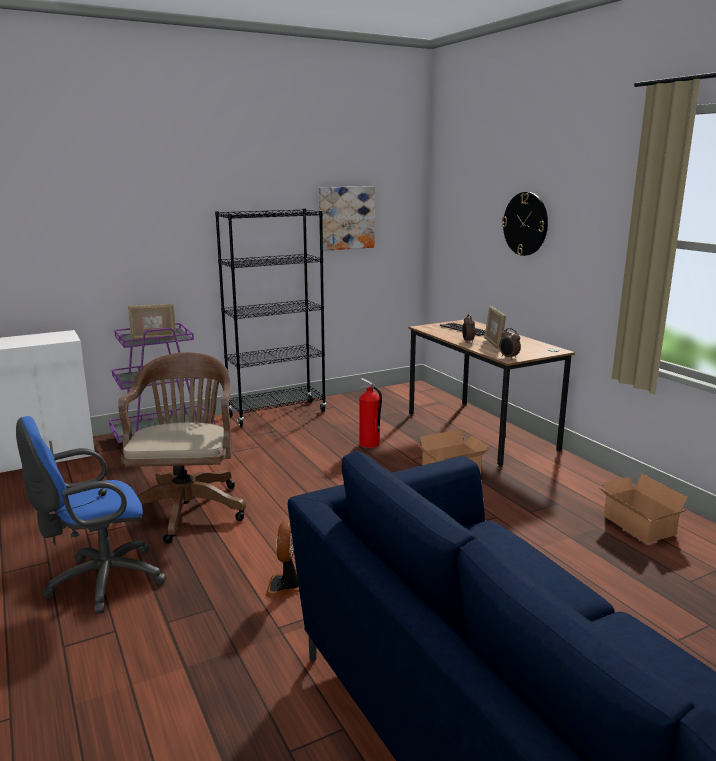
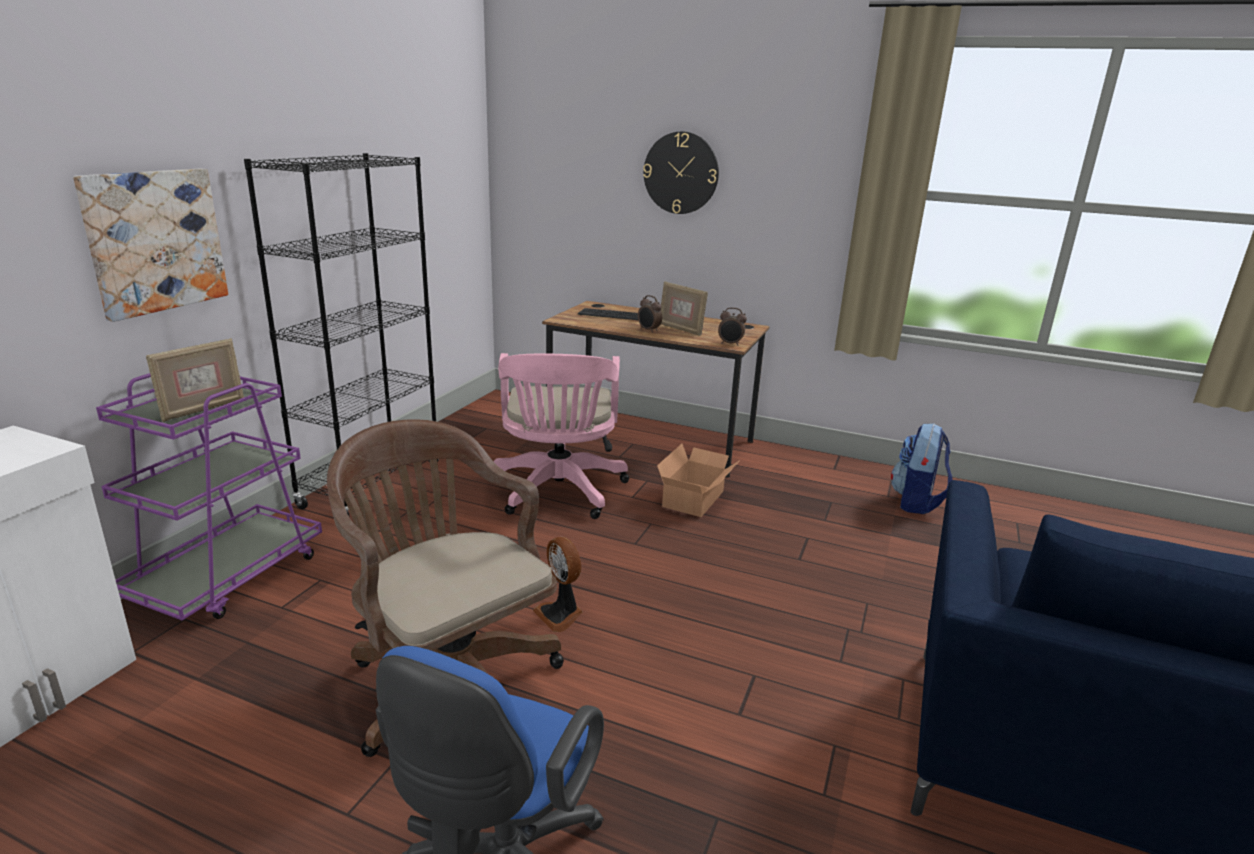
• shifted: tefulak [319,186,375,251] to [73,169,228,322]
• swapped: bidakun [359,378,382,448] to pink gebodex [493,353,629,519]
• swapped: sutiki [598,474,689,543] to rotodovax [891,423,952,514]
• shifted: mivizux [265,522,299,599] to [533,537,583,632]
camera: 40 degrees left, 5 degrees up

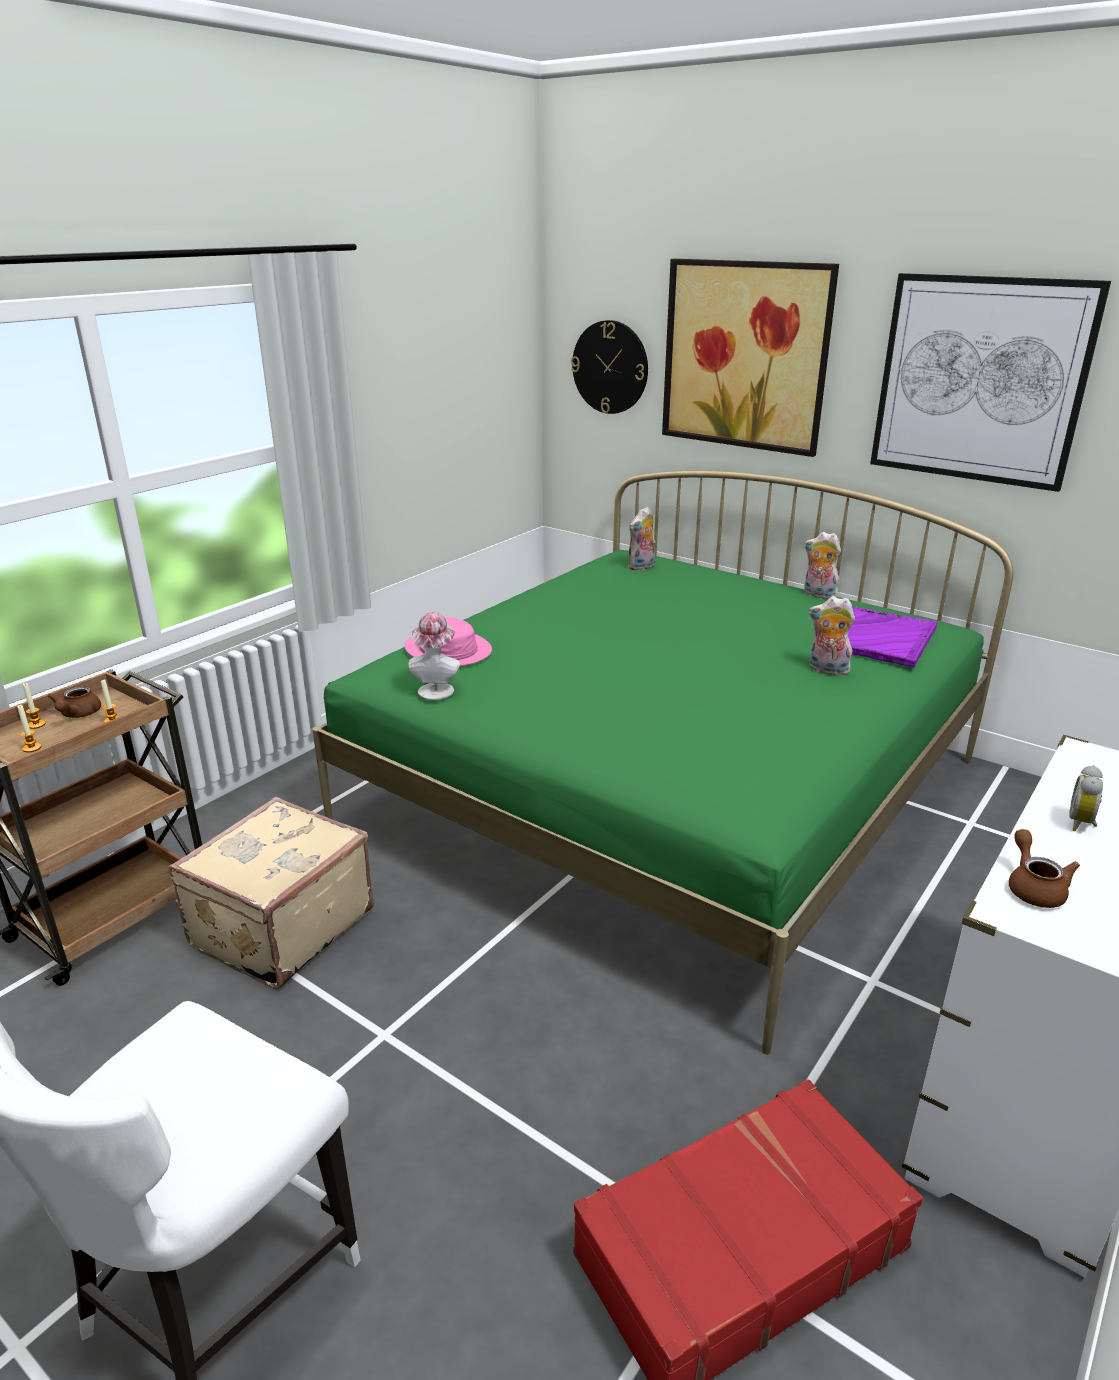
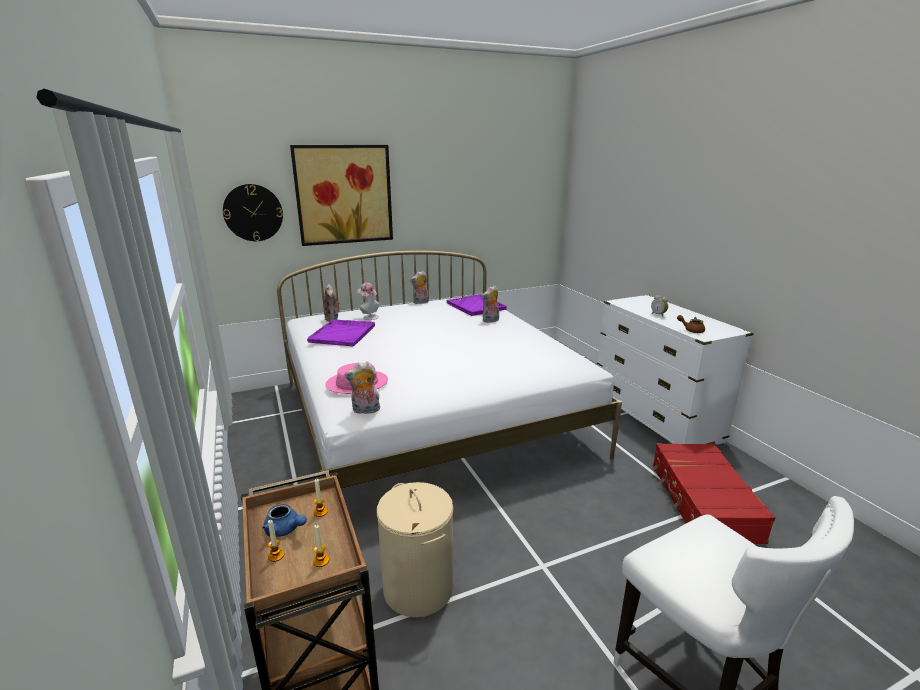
• gone: tefulak [870,273,1111,492]
• repainted: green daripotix [312,470,1013,1054] to white daripotix [277,251,622,488]
• shifted: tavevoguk [408,612,461,700] to [357,283,380,320]
• repainted: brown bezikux [47,686,101,718] to blue bezikux [262,503,307,537]
• swapped: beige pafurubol [168,797,374,989] to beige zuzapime [377,482,453,617]
• new: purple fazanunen [307,319,375,346]
• new: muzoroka [344,361,380,414]
camera: 60 degrees left, 5 degrees down

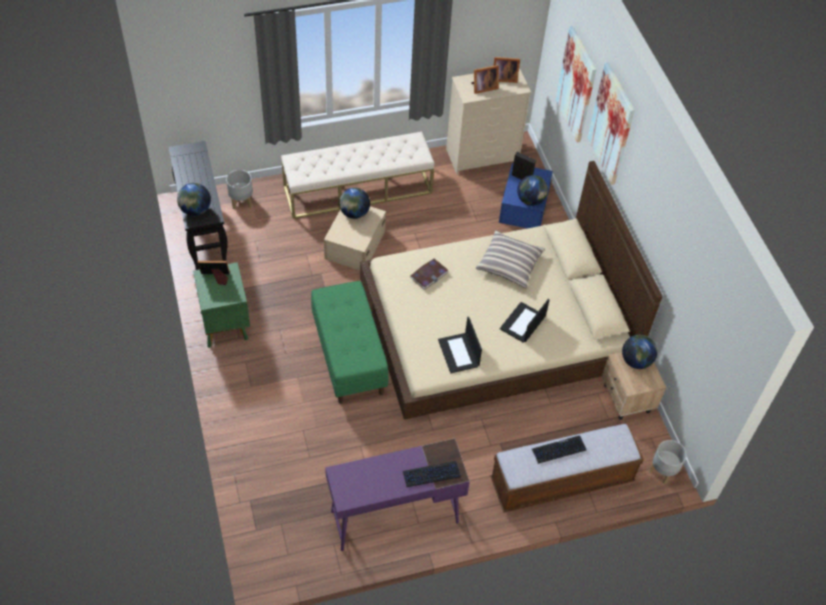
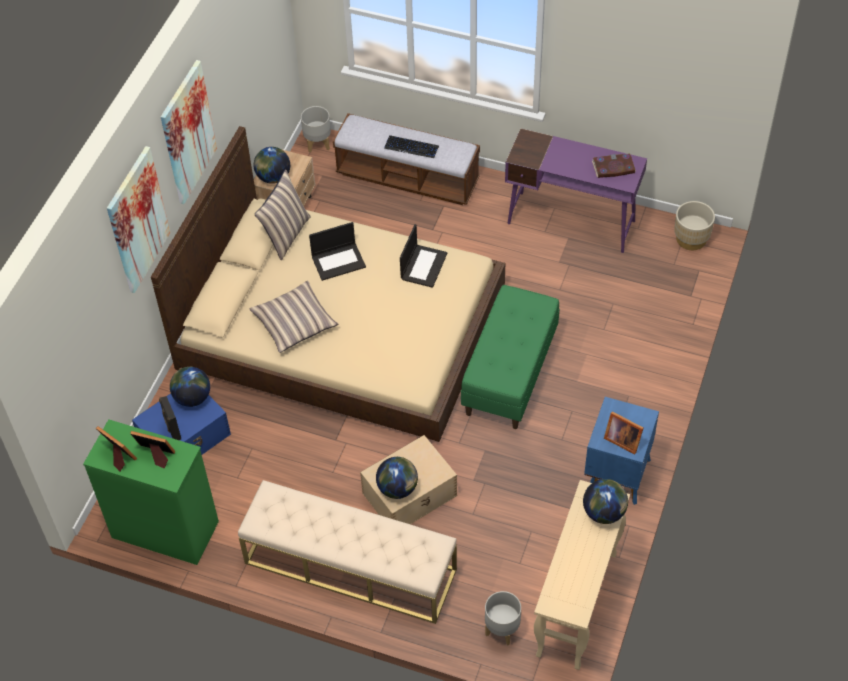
• shifted: tefulak [556,26,597,143] to [161,60,217,204]
• repainted: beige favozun [446,68,531,175] to green favozun [83,419,219,565]
• repainted: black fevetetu [168,141,228,270] to beige fevetetu [534,480,630,670]
• shifted: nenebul [410,259,448,290] to [592,153,636,178]
• repainted: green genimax [193,262,250,348] to blue genimax [584,397,659,505]
• gone: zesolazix [403,461,461,487]
• new: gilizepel [255,170,311,260]
• new: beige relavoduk [674,201,715,250]
camera: 140 degrees left, 0 degrees up

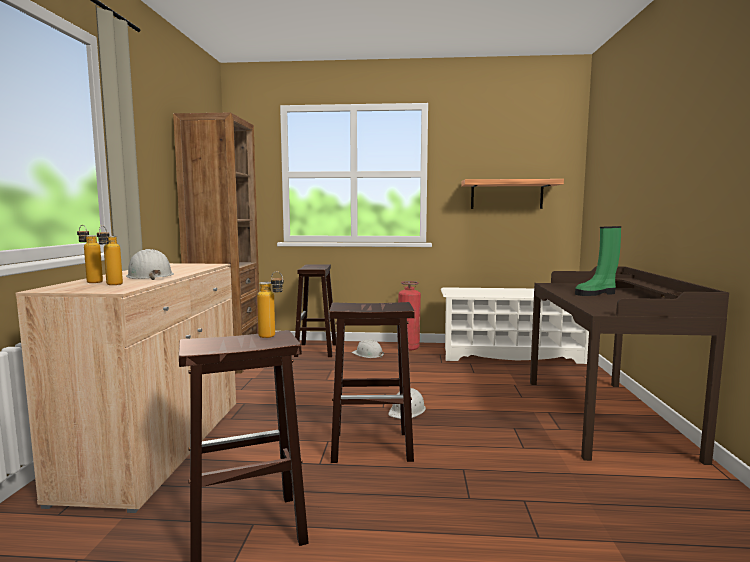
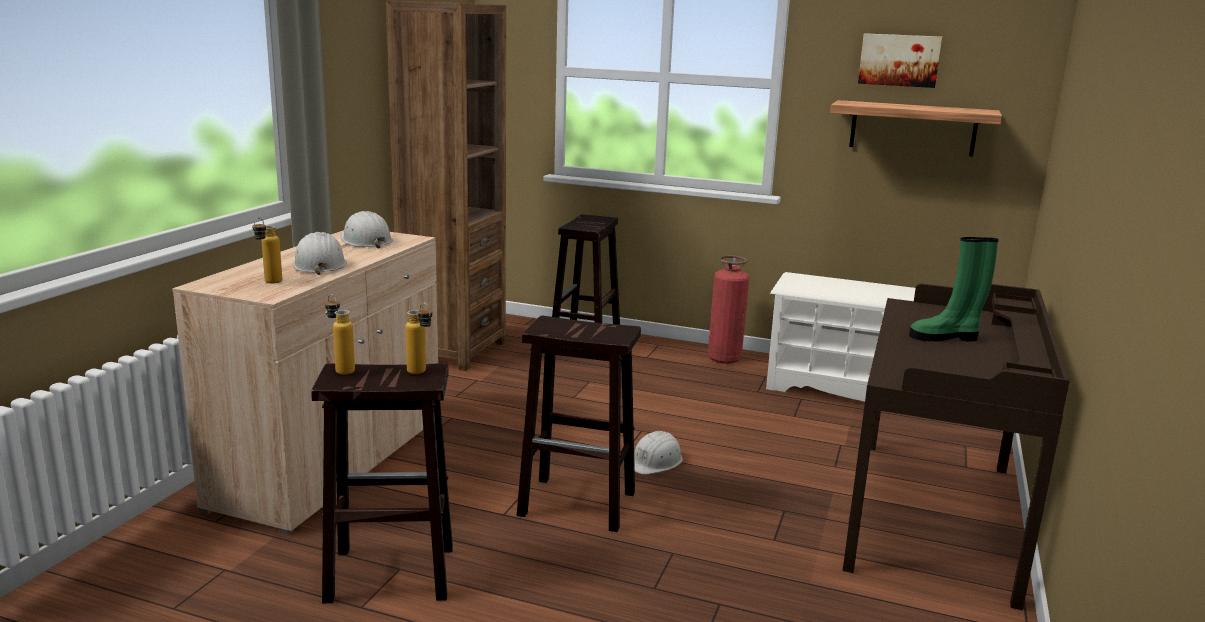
• shifted: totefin [77,225,103,283] to [325,294,355,375]
• shifted: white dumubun [352,339,384,358] to [340,211,393,248]
• new: tefulak [858,33,942,88]
camera: 15 degrees right, 10 degrees up

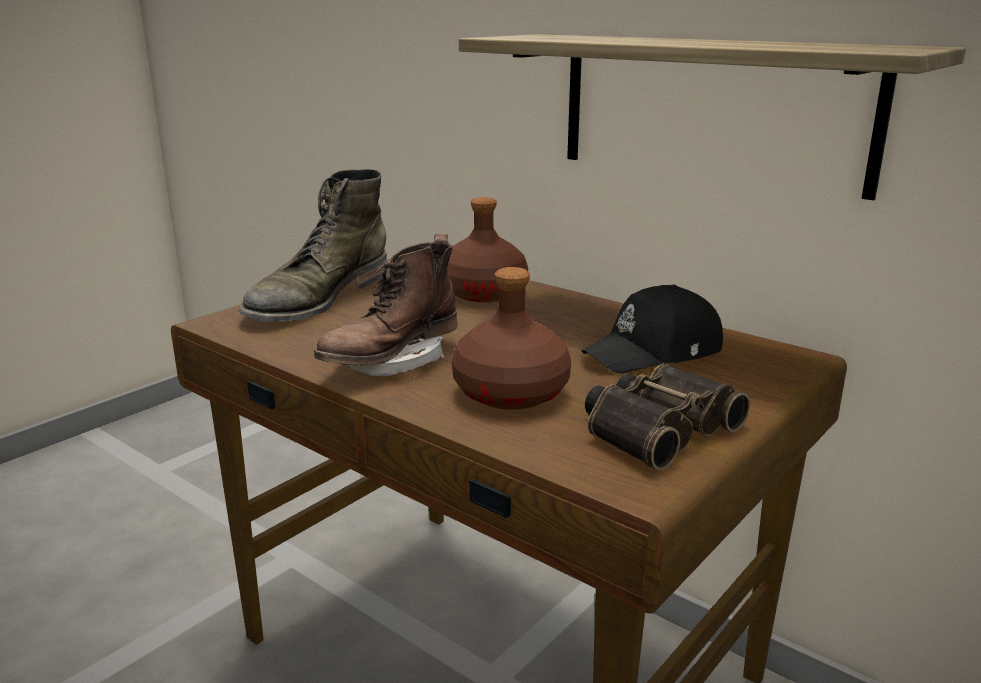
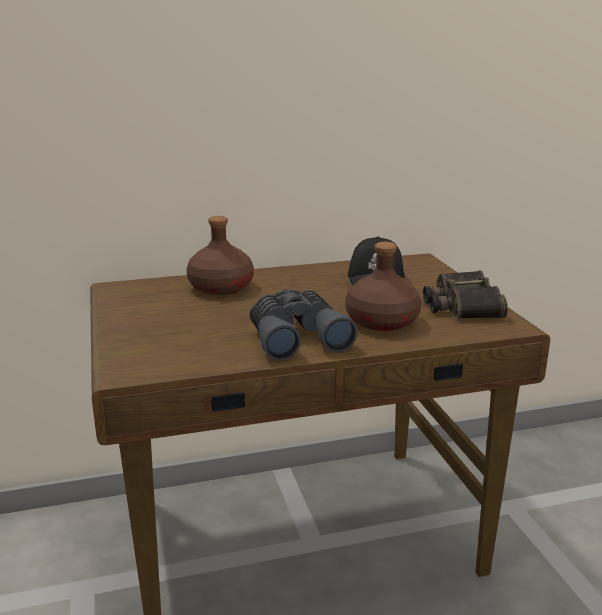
• gone: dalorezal [459,34,966,200]
• gone: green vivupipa [238,169,387,322]
• swapped: brown vivupipa [314,234,458,376] to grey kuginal [249,289,358,361]
camera: 55 degrees left, 0 degrees up

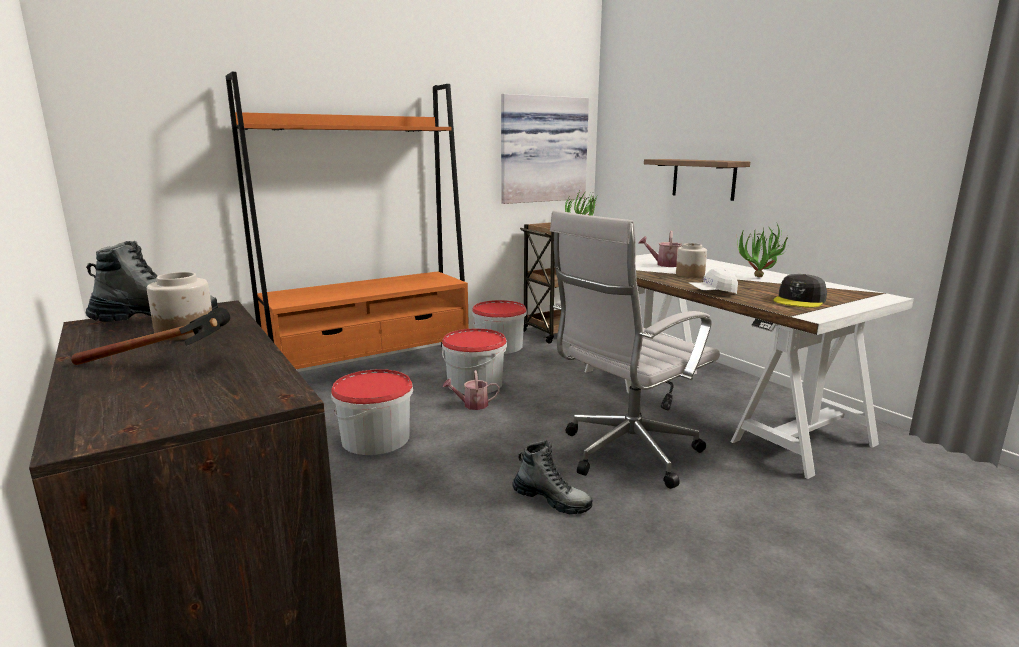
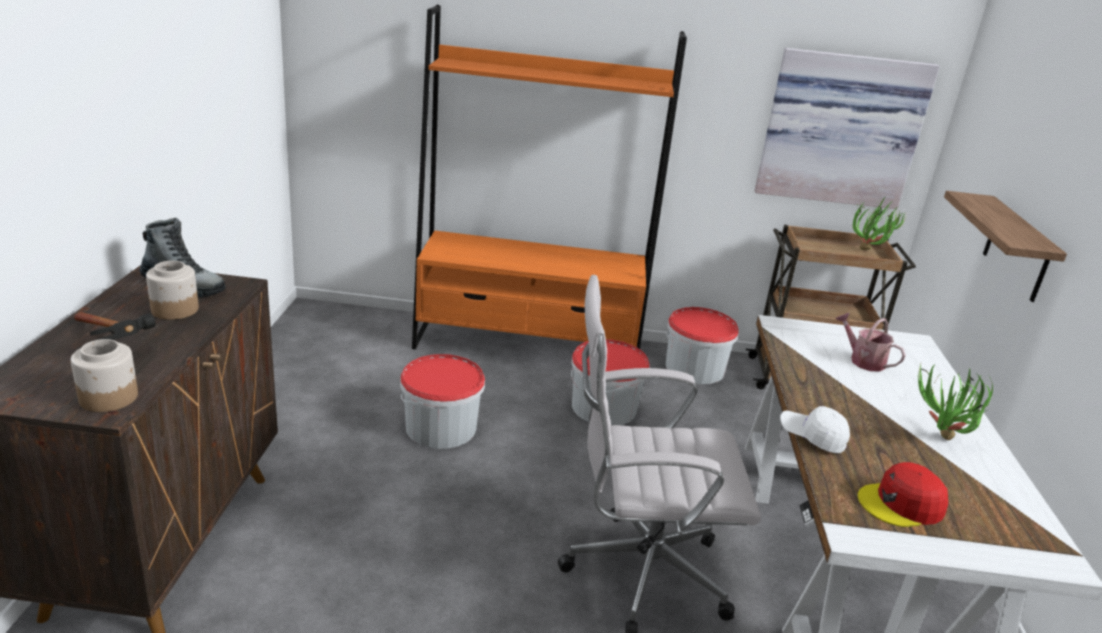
• shifted: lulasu [676,243,707,278] to [71,339,138,412]
• repainted: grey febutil [773,274,827,308] to red febutil [858,462,948,527]
• gone: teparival [443,370,500,410]
• gone: vivupipa [512,440,593,514]
camera: 35 degrees right, 10 degrees up

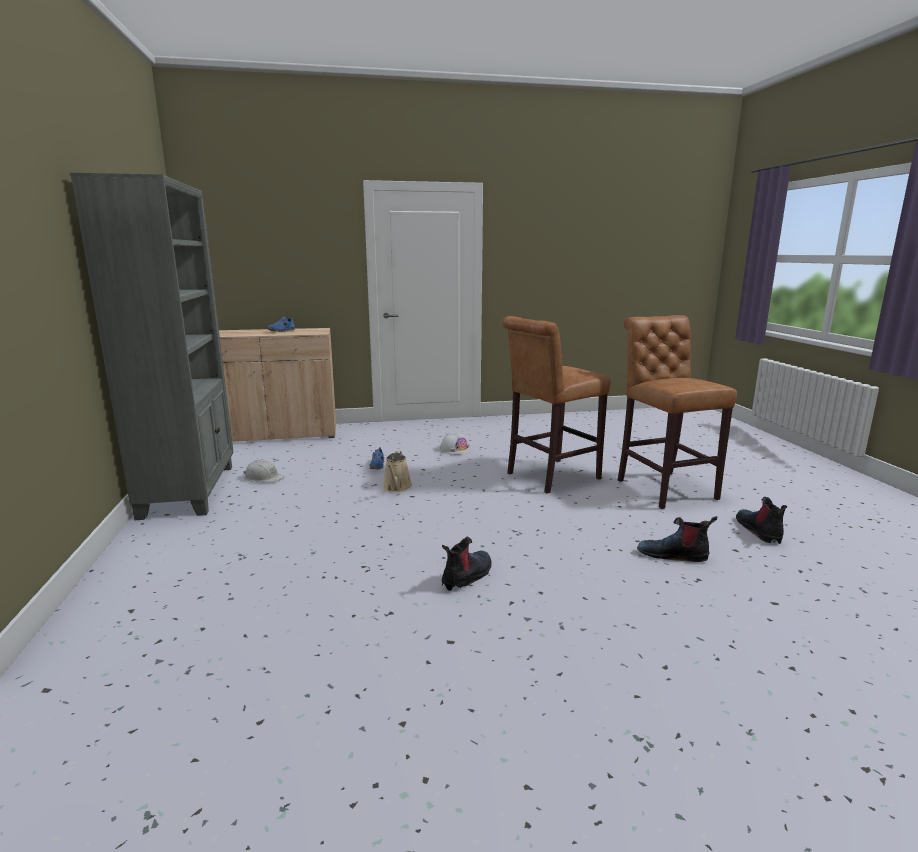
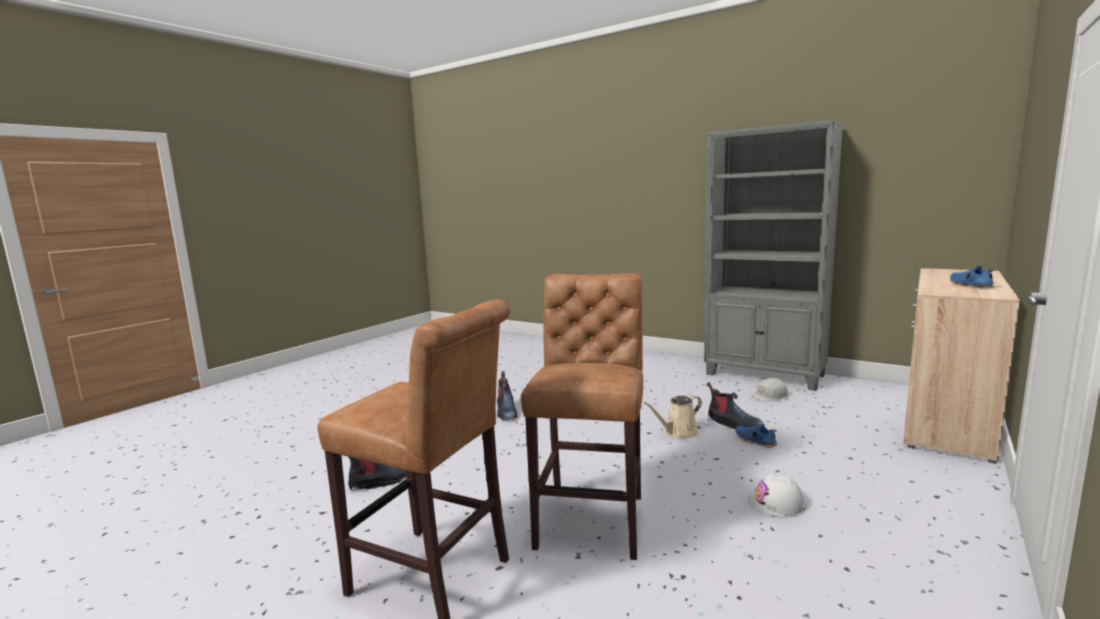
• rotated: beige teparival [382,451,412,492] = [644,396,702,438] 75 degrees counterclockwise
• shifted: vivupipa [736,497,788,544] to [707,382,763,429]
camera: 135 degrees right, 5 degrees down

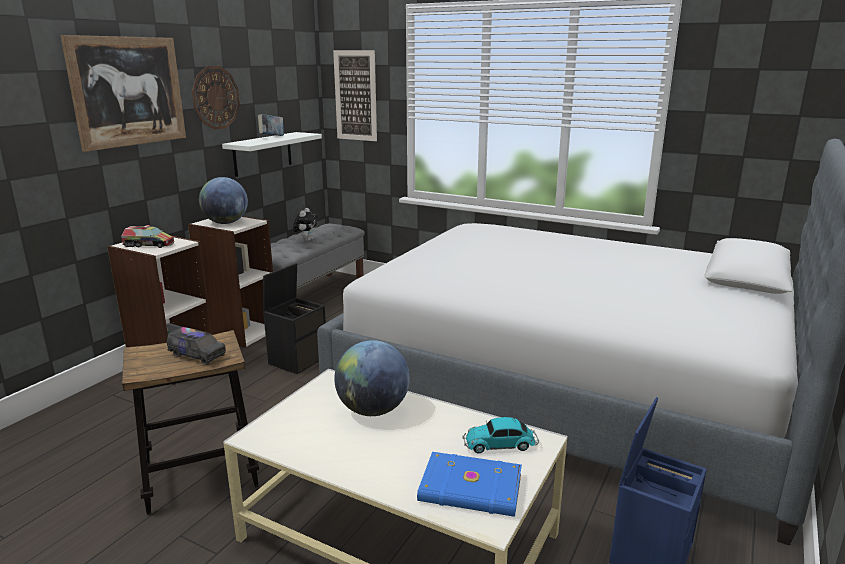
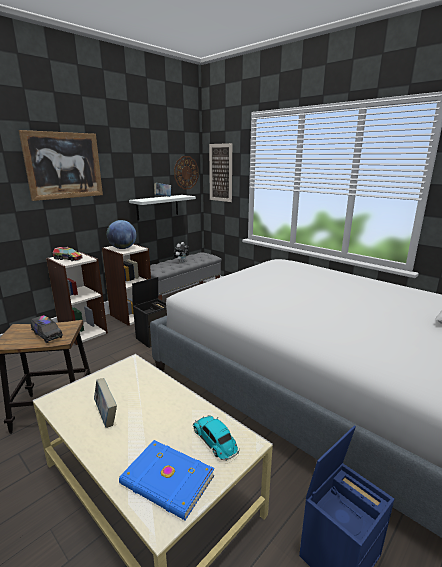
• shifted: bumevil [192,66,240,130] to [174,156,199,190]
• gone: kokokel [334,340,410,416]
• rotated: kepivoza [463,417,539,453] = [193,415,240,461] 45 degrees clockwise
• new: nenebul [94,378,117,428]
camera: 15 degrees right, 0 degrees up

